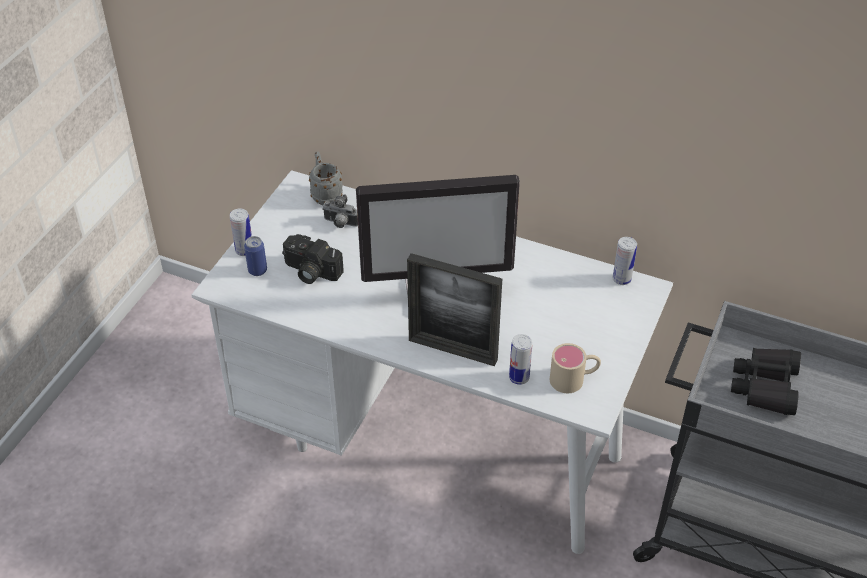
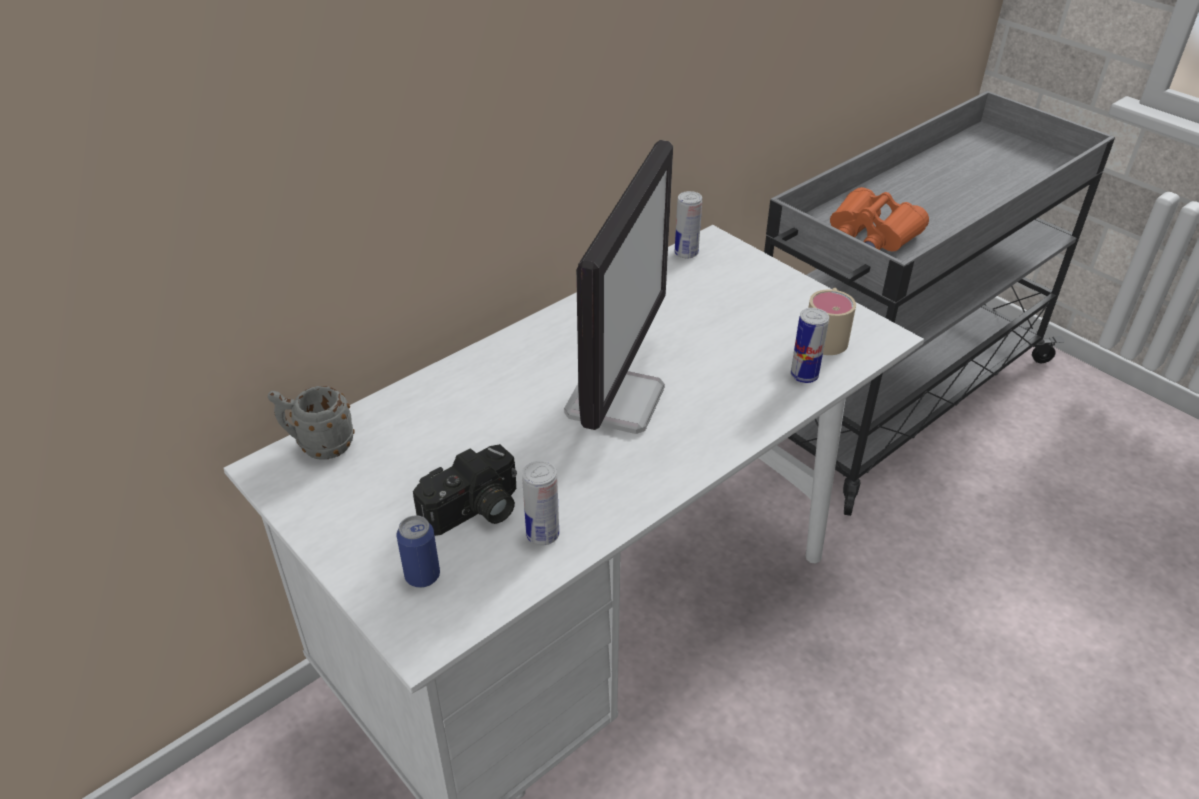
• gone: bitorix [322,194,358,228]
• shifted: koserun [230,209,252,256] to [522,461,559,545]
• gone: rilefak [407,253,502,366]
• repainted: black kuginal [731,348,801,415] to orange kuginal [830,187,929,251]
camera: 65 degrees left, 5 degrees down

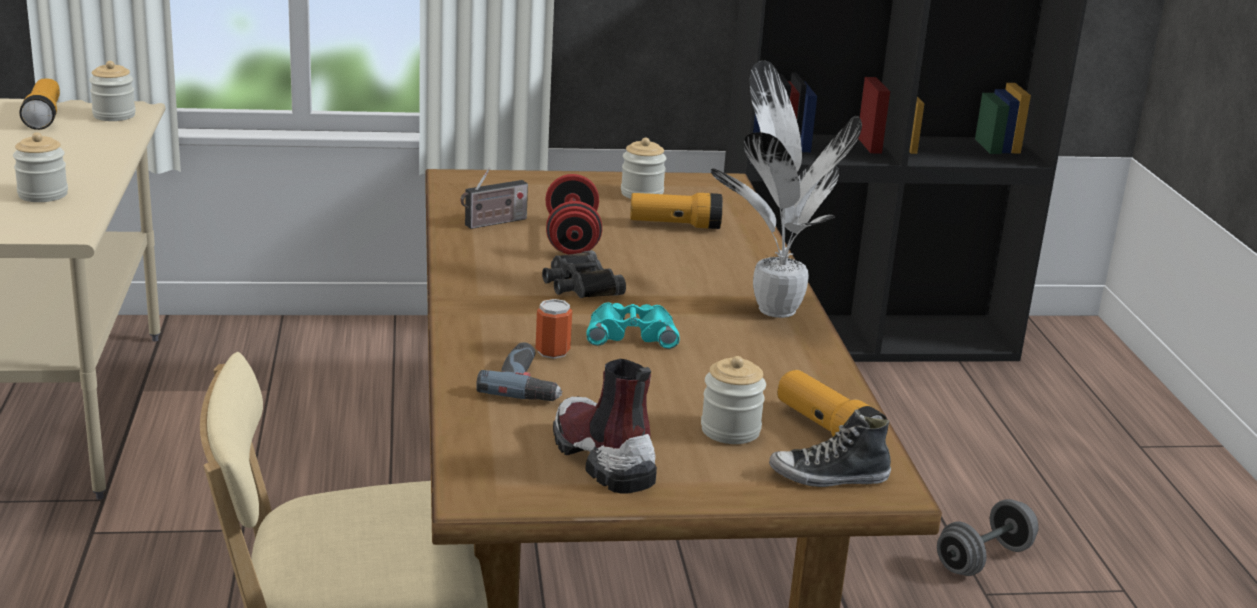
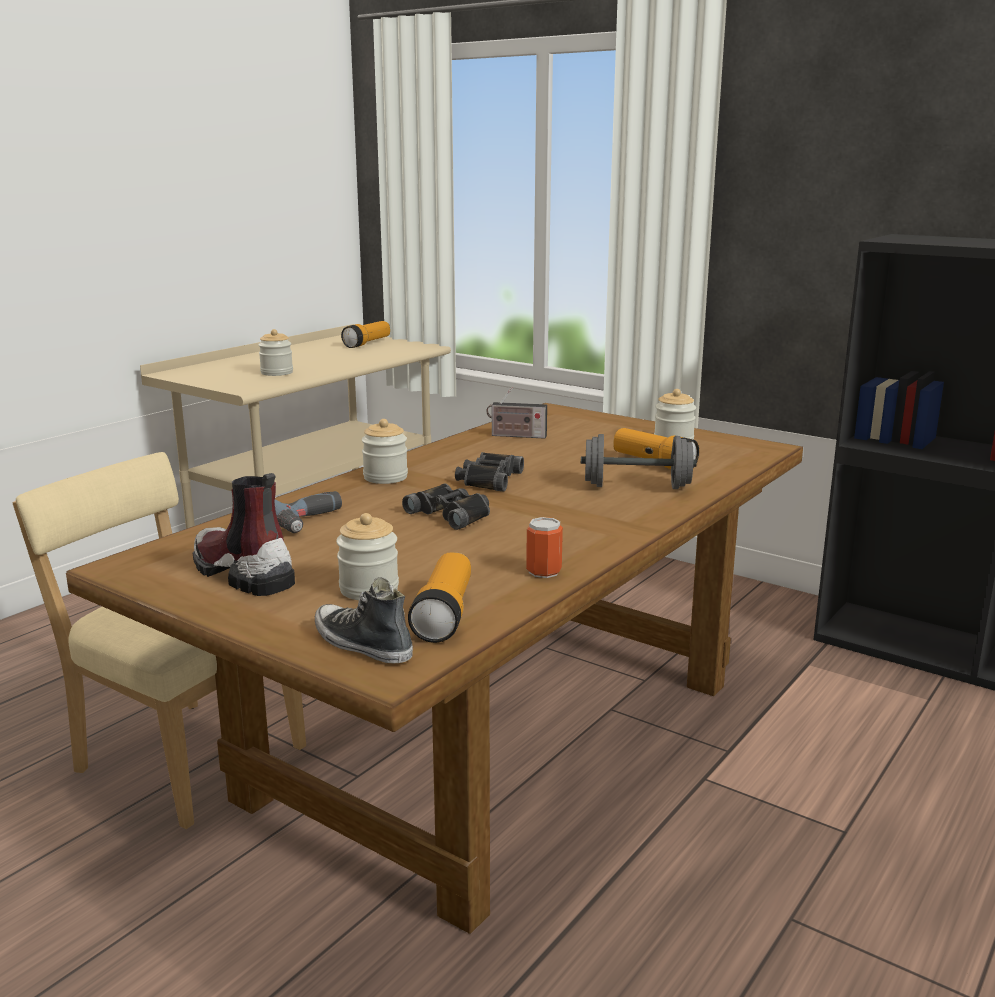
• shifted: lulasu [89,61,136,121] to [362,419,408,484]
• gone: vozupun [711,61,862,318]
• gone: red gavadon [546,174,602,254]
• shifted: koserun [536,299,572,359] to [526,517,563,578]
• repainted: turquoise kuginal [586,303,680,349] to black kuginal [402,484,490,530]
• rotated: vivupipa [553,359,657,494] = [193,473,295,596] 60 degrees counterclockwise
• shifted: grey gavadon [937,499,1039,576] to [581,434,697,489]
camera: 45 degrees right, 5 degrees down

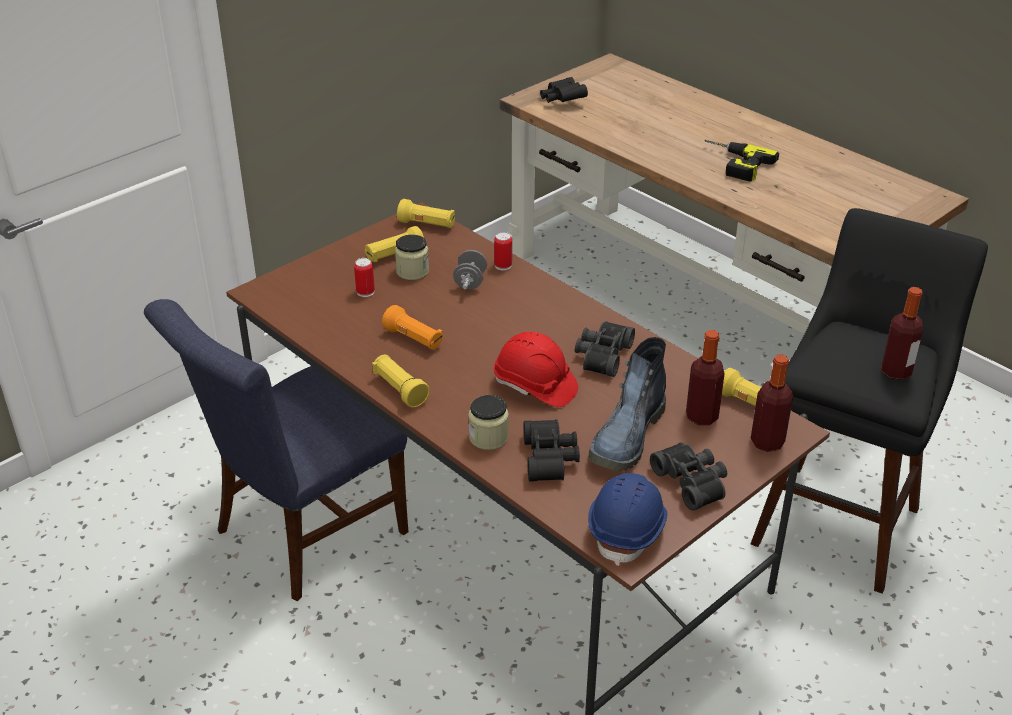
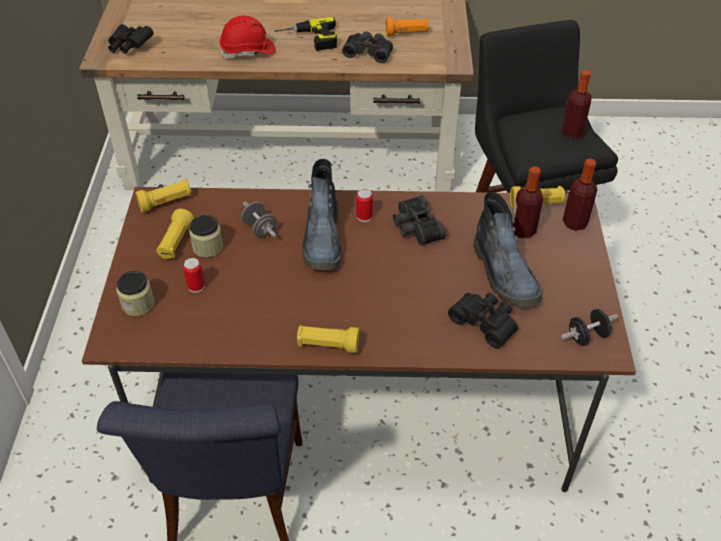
• shifted: koserun [494,232,512,271] to [356,189,373,222]
• shifted: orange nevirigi [382,305,443,350] to [386,18,429,36]
• shifted: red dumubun [494,332,578,407] to [219,15,276,59]
• shifted: lulasu [469,395,509,450] to [116,271,155,316]
• shifted: black kuginal [650,442,727,511] to [342,31,393,63]
• swapped: blue dumubun [588,473,668,566] to black gavadon [561,309,618,346]
• new: vivupipa [302,159,342,270]
camera: 45 degrees left, 10 degrees up

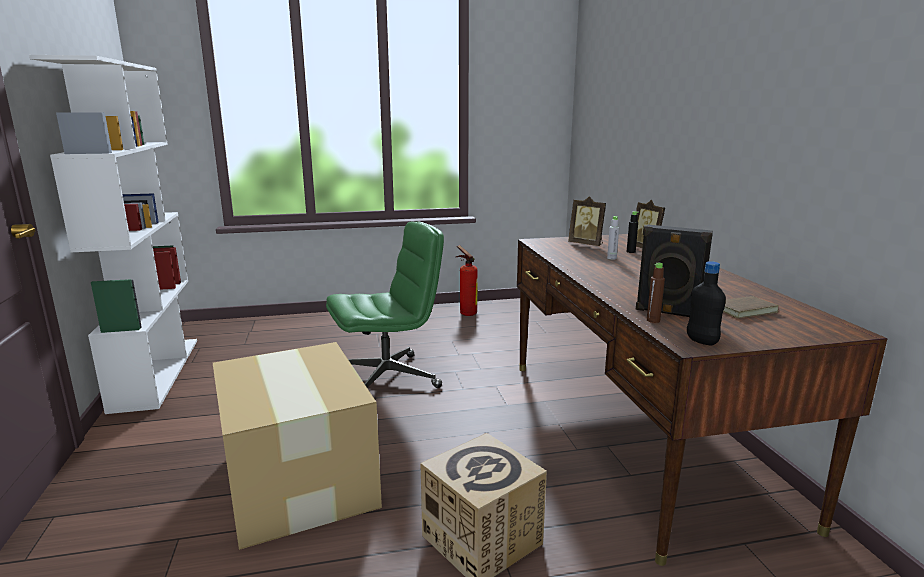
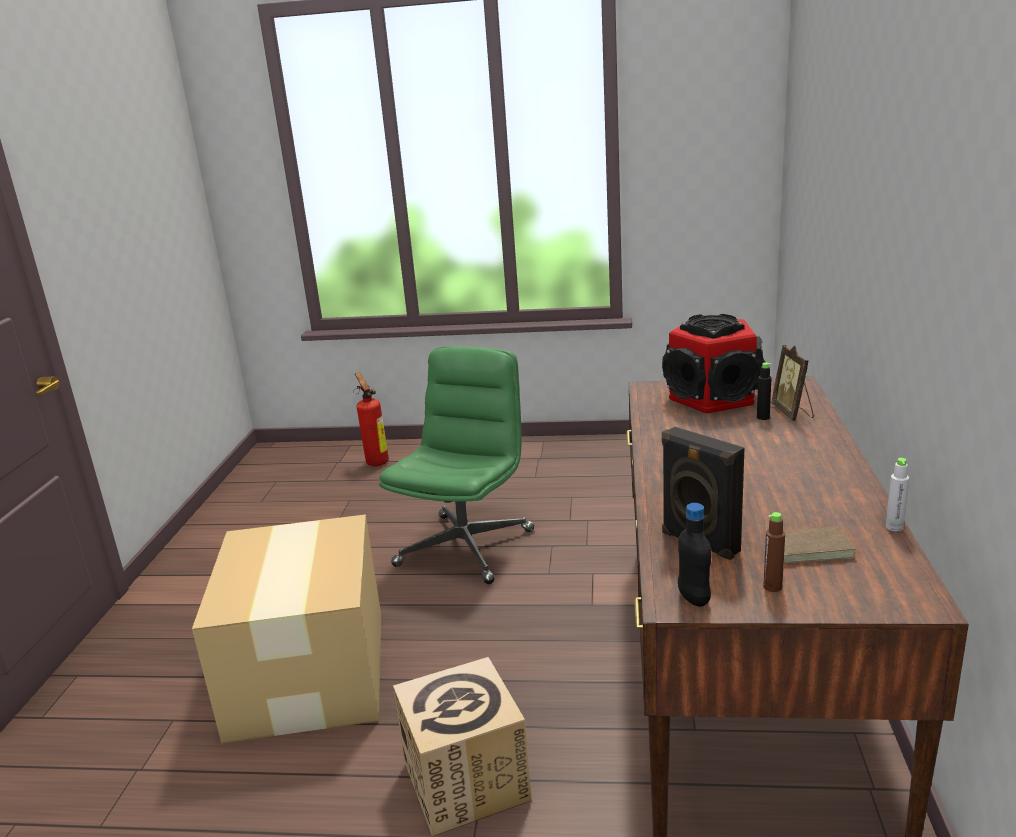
• gone: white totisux [29,55,197,414]
• swapped: rilefak [568,196,606,246] to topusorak [662,314,765,413]
• shifted: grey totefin [607,216,619,260] to [886,458,909,531]
• rotated: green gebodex [326,221,444,388] = [379,346,534,584] 60 degrees counterclockwise
• shifted: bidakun [456,245,478,316] to [353,372,389,466]
• shifted: brown totefin [647,263,665,323] to [763,512,785,592]
camera: 20 degrees right, 5 degrees up

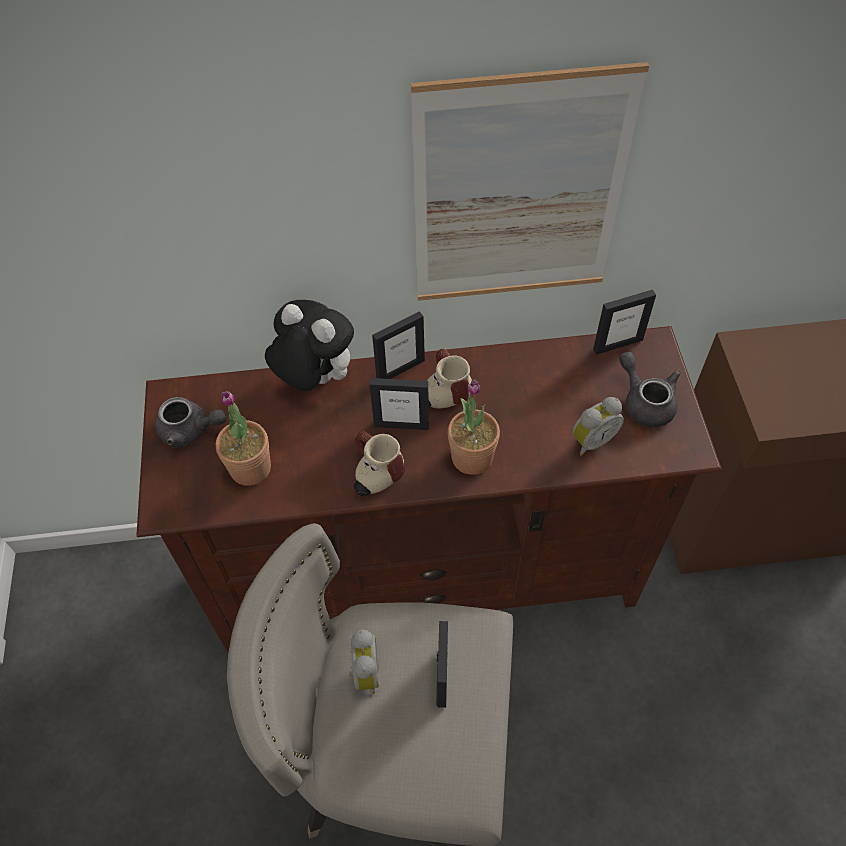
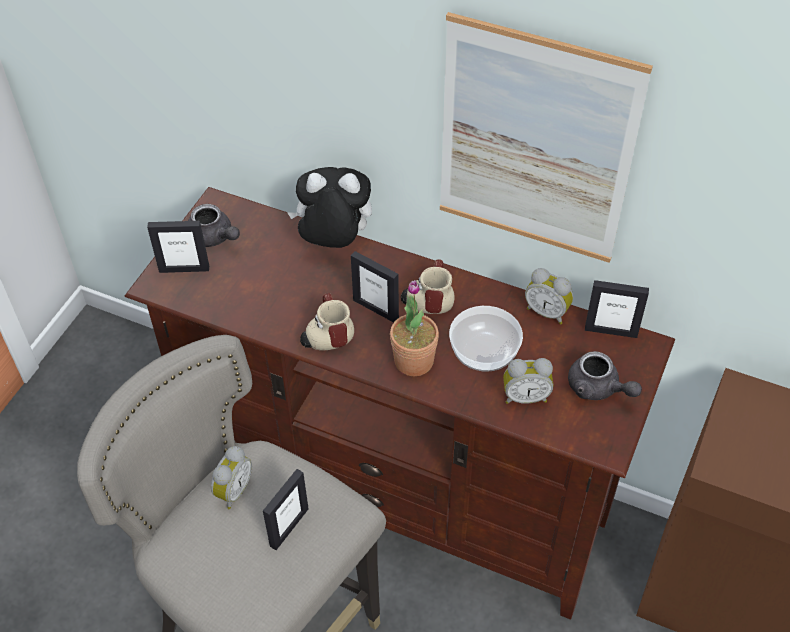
• rotated: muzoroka [265,300,354,391] = [287,167,372,248] 60 degrees counterclockwise
• shifted: rilefak [372,311,425,379] to [147,221,209,273]
• rotated: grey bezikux [619,352,680,427] = [568,351,642,400] 135 degrees clockwise
• gone: vozupun [216,391,271,486]
• new: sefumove [525,268,573,324]
• new: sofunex [449,306,523,372]
camera: 30 degrees right, 5 degrees down

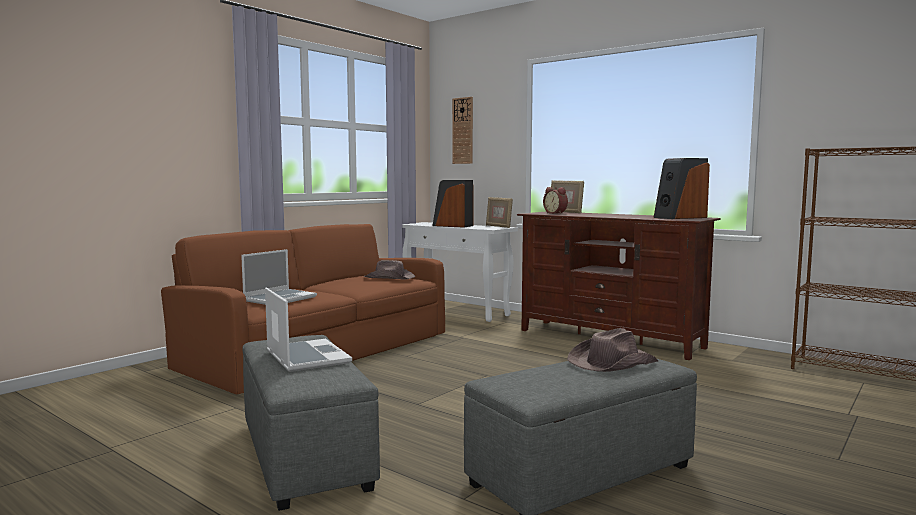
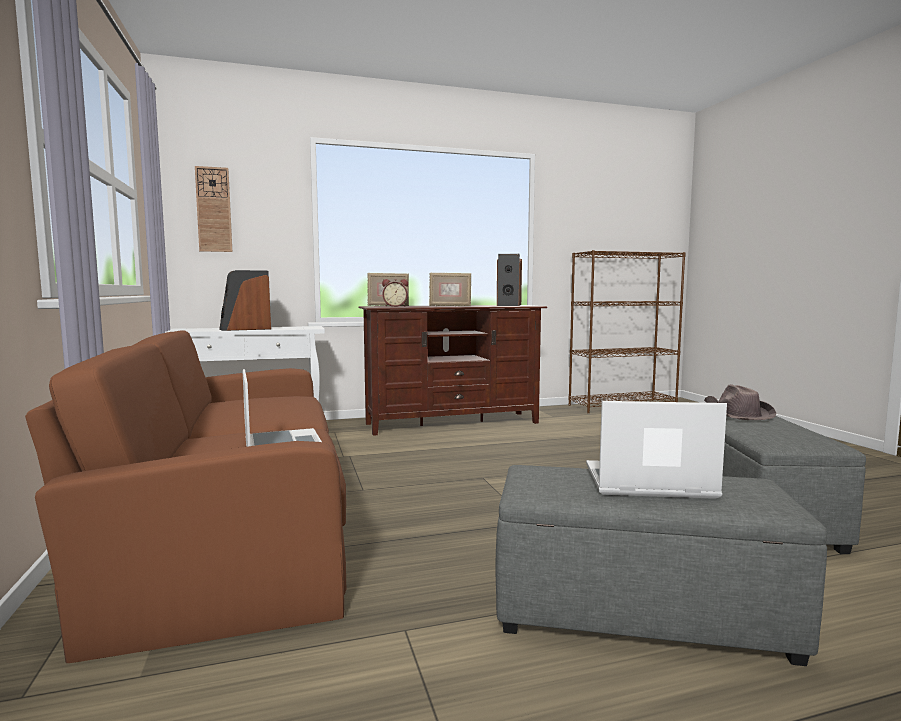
• shifted: rilefak [486,197,513,228] to [429,273,471,306]
• gone: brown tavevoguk [364,260,415,280]
camera: 55 degrees left, 0 degrees up

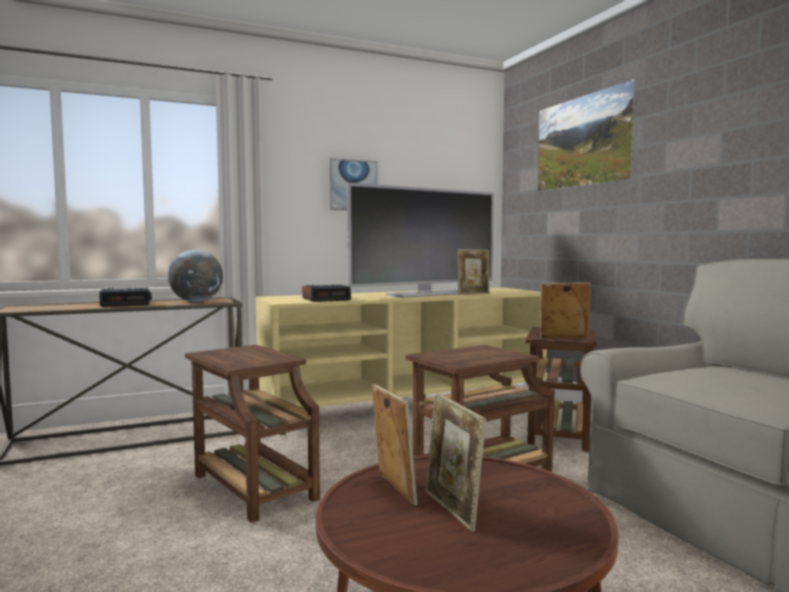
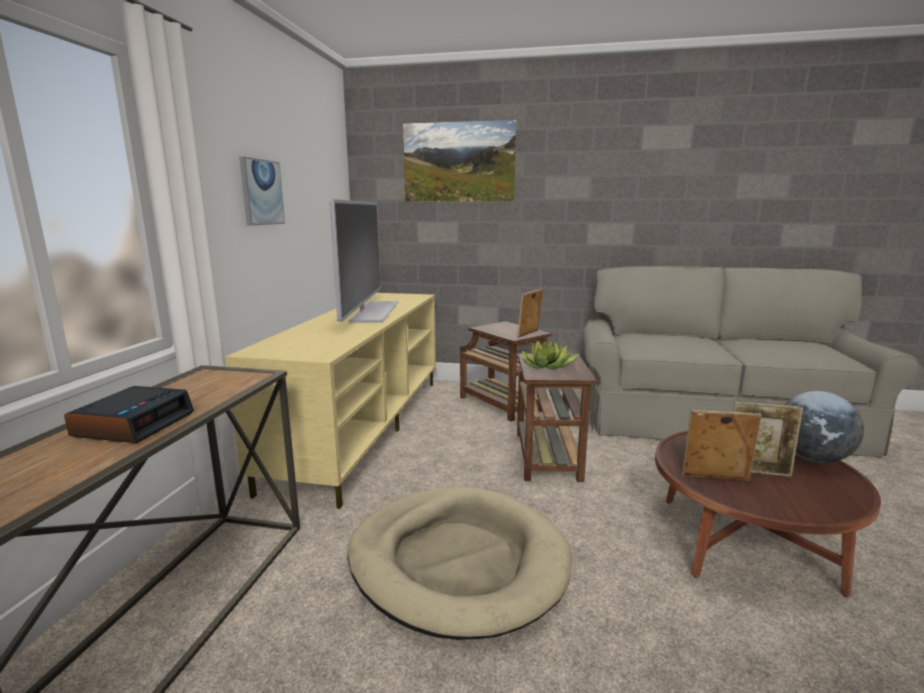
• gone: rilefak [457,249,490,295]
• shifted: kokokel [168,250,223,302] to [784,391,864,463]
• gone: sefumove [302,285,351,302]
• swapped: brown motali [185,345,320,523] to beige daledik [347,486,572,640]
• new: vozupun [522,340,581,370]
camera: 55 degrees left, 10 degrees up

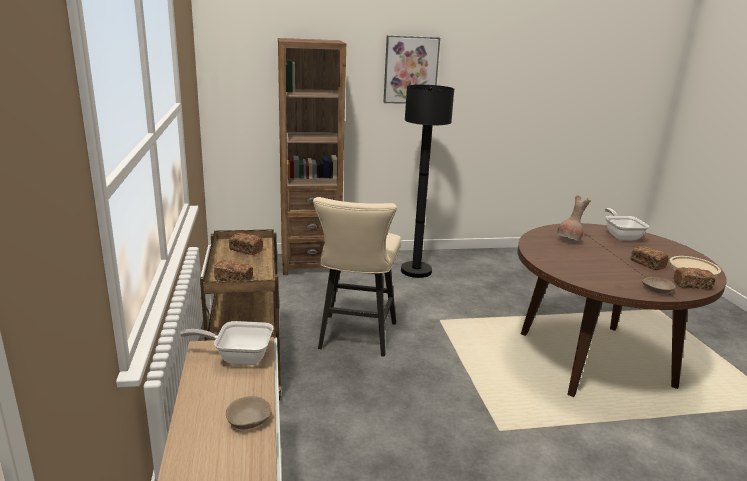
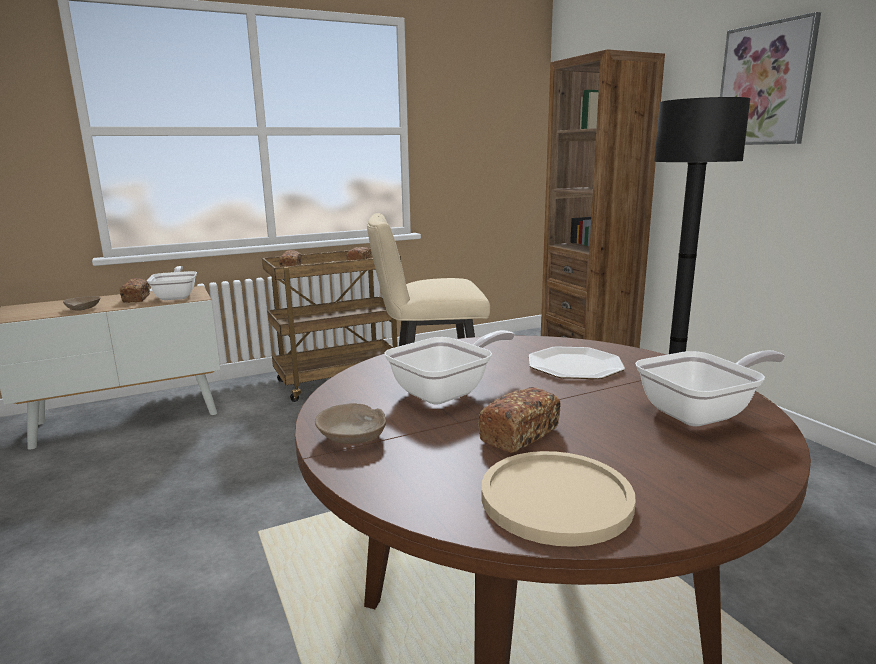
• swapped: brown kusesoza [557,195,591,241] to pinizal [529,347,625,379]
• shifted: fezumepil [674,267,716,289] to [120,278,150,303]
• new: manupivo [384,330,515,405]
camera: 75 degrees right, 5 degrees down

